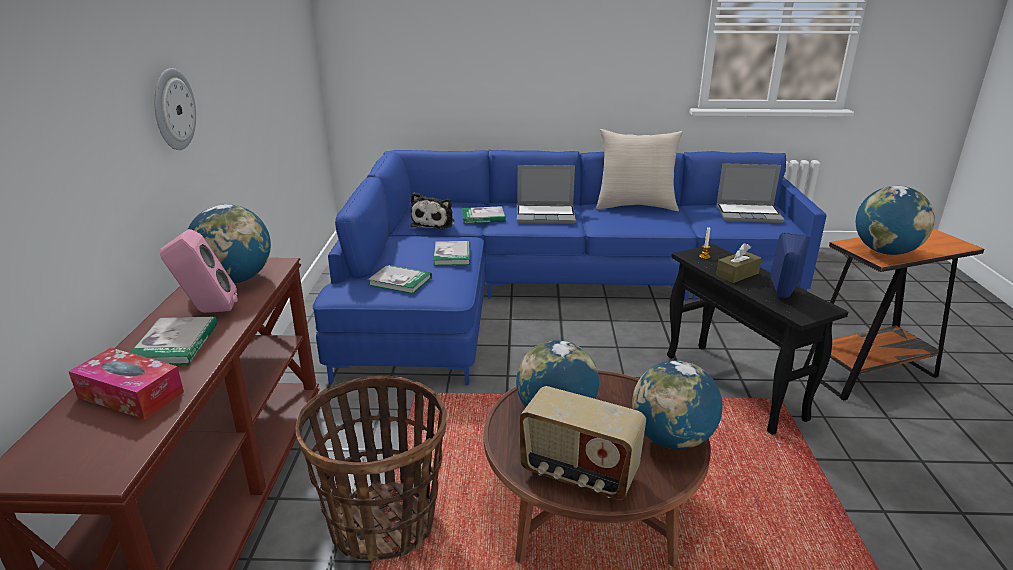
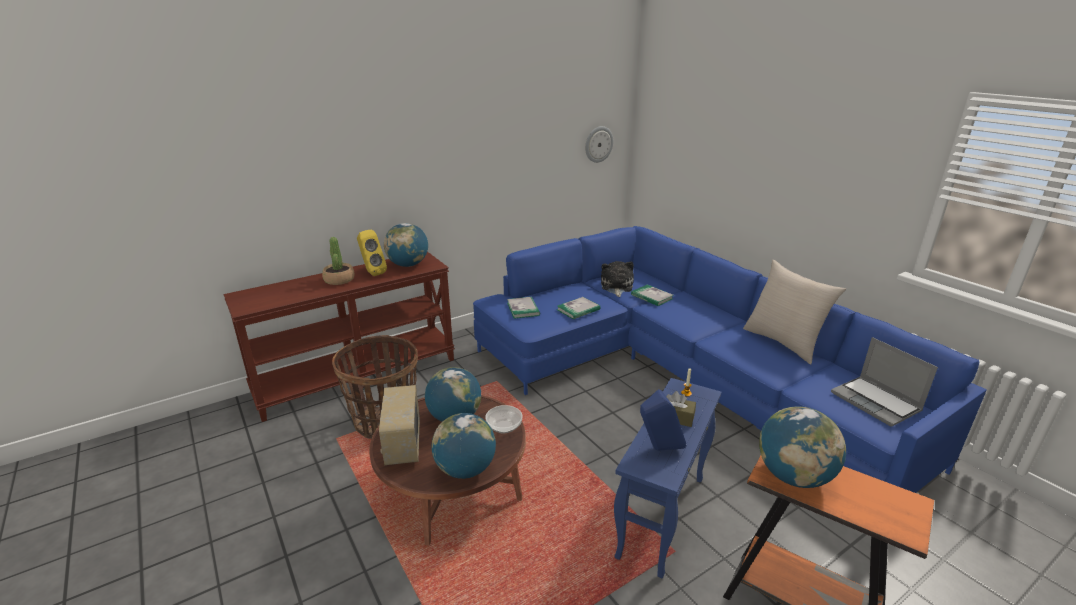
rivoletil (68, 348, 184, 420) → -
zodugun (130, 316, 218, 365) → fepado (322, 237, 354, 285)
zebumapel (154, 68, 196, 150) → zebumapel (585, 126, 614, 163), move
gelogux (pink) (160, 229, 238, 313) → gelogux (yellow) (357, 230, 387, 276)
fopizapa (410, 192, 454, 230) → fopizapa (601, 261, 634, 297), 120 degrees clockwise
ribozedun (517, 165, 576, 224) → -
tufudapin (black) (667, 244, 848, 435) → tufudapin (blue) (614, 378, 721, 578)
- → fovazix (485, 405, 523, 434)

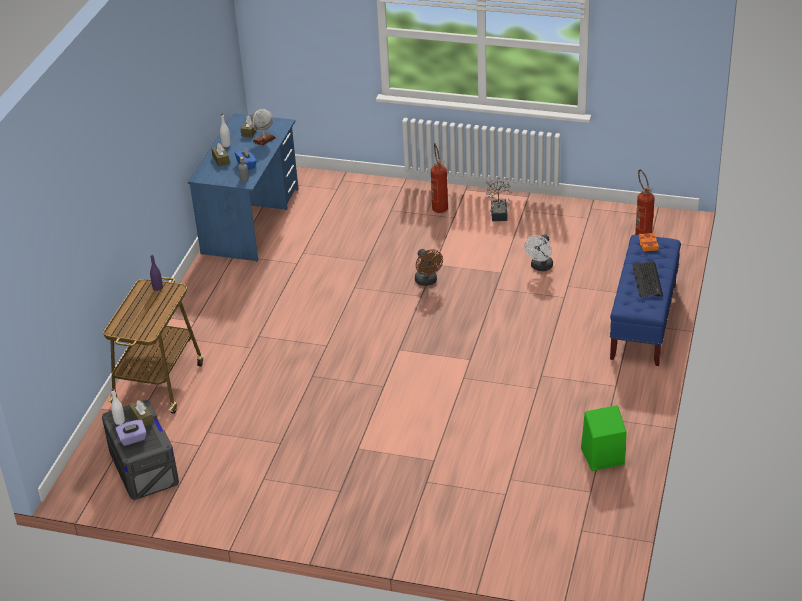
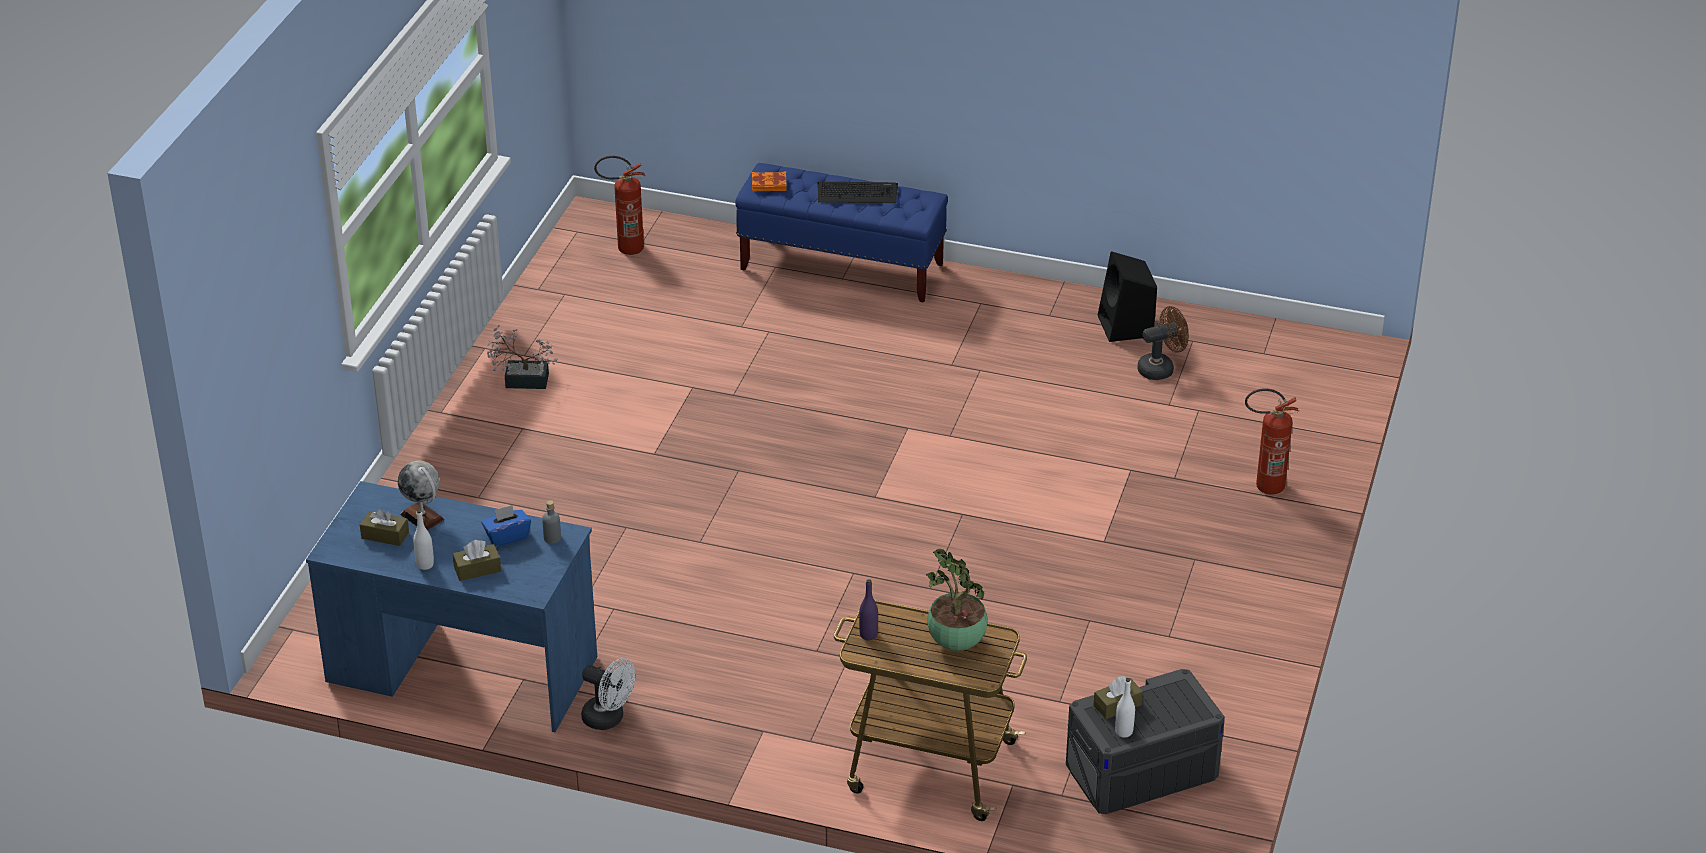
rivoletil (purple) (115, 420, 147, 446) → -
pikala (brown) (415, 249, 443, 286) → pikala (brown) (1138, 306, 1189, 380), move
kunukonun (431, 143, 448, 213) → kunukonun (1245, 388, 1299, 495), move
pikala (white) (524, 234, 553, 271) → pikala (white) (581, 658, 635, 730), move
gelogux (green) (581, 405, 627, 471) → gelogux (black) (1098, 251, 1157, 342)
- → fepado (926, 549, 988, 651)

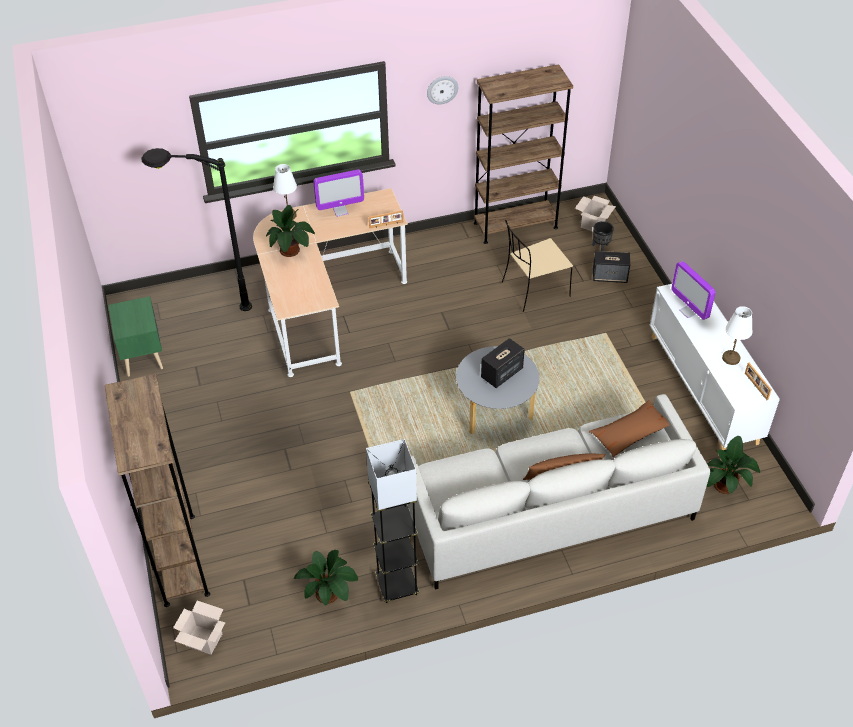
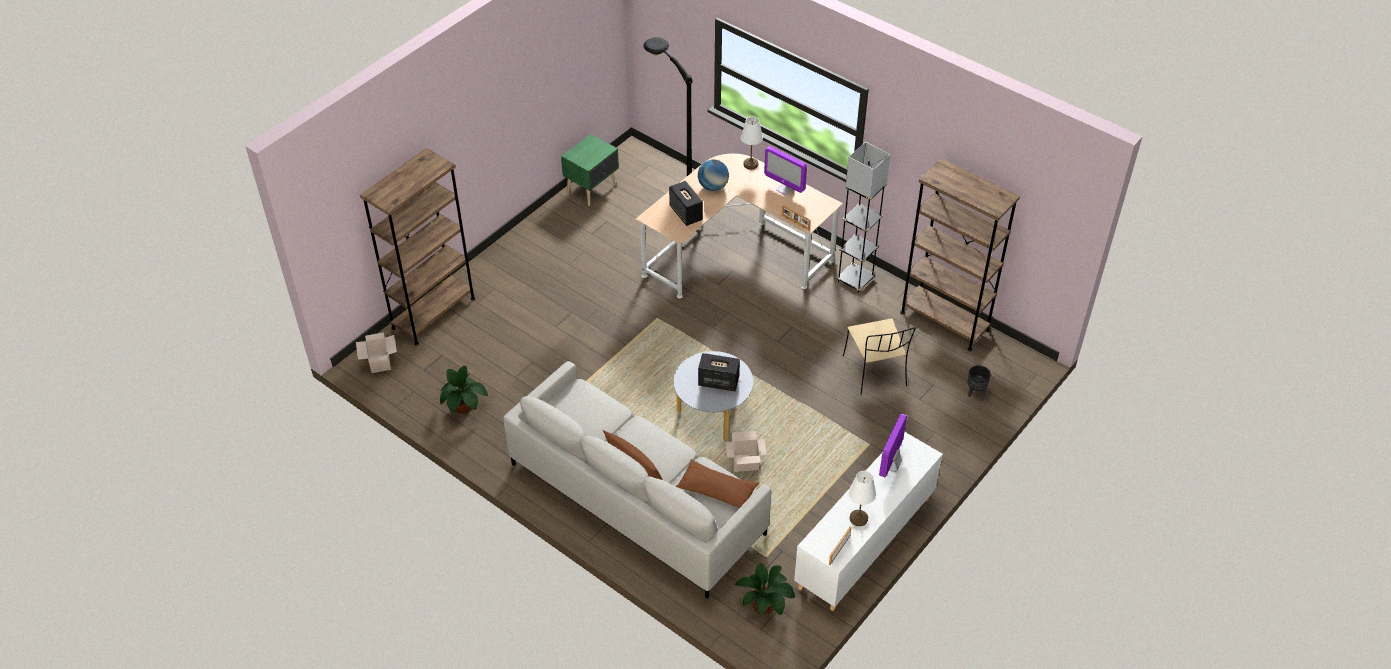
fepado (266, 205, 315, 257) → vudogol (698, 160, 729, 191)
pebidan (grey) (366, 439, 419, 603) → pebidan (grey) (836, 142, 891, 293), move
zebumapel (427, 76, 458, 105) → -
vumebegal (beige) (502, 220, 573, 312) → vumebegal (beige) (843, 318, 916, 395), 135 degrees counterclockwise
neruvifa (575, 196, 616, 232) → neruvifa (725, 431, 767, 472), move
gelogux (593, 251, 630, 283) → gelogux (669, 181, 703, 226), move

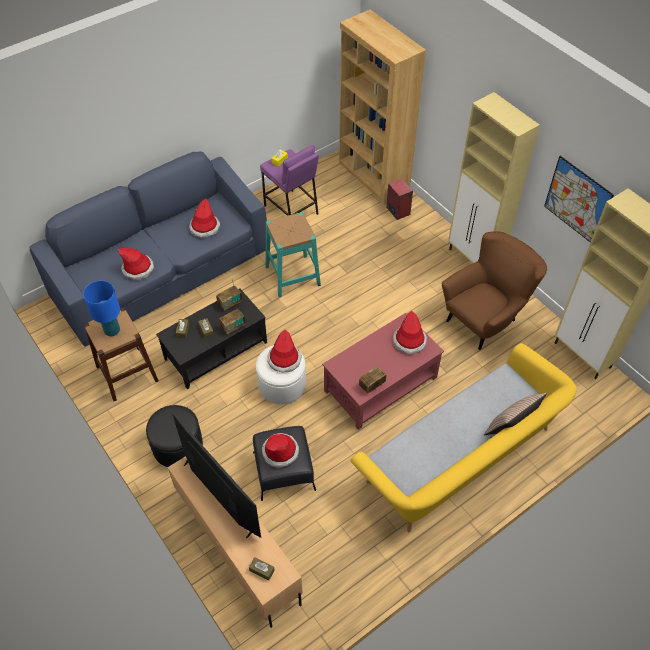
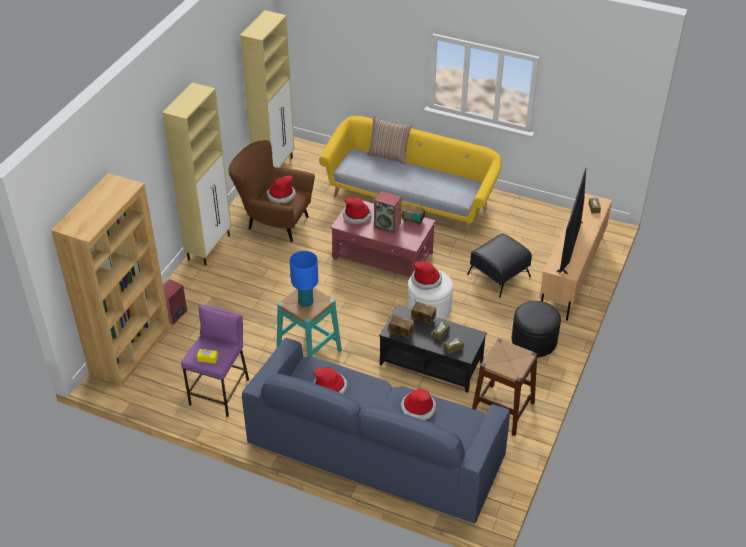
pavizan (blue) (83, 280, 120, 336) → pavizan (blue) (290, 251, 318, 307), move
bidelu (262, 433, 299, 468) → bidelu (267, 176, 296, 204), move
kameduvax (544, 156, 614, 242) → -
- → gelogux (374, 191, 402, 233)

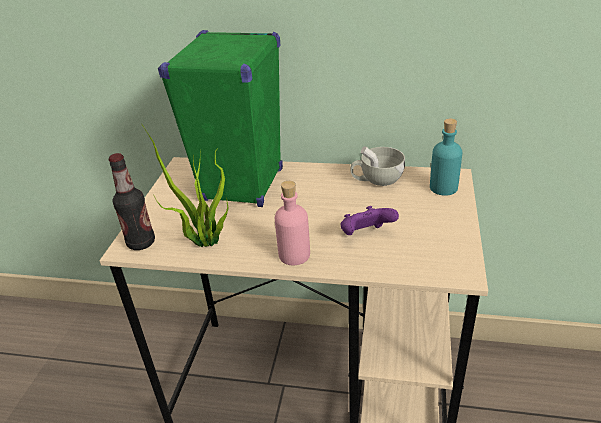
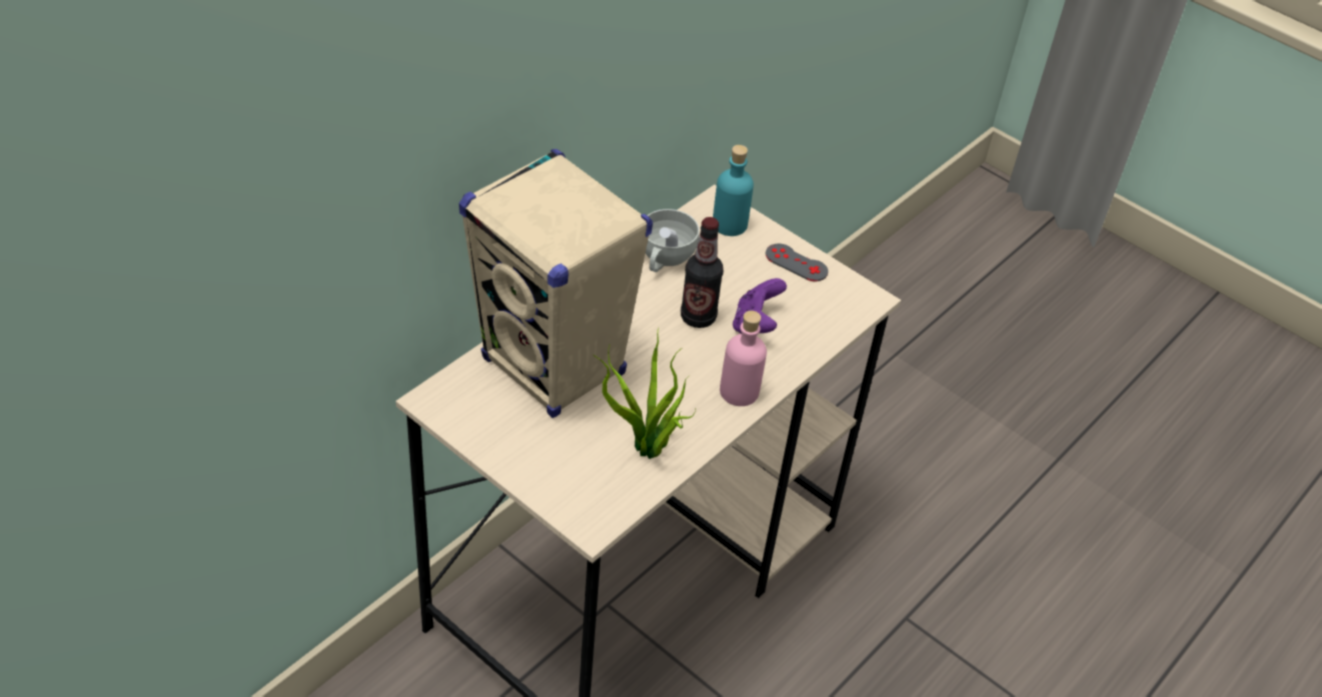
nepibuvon (109, 153, 155, 250) → nepibuvon (681, 217, 723, 328), move
gelogux (green) (158, 30, 283, 207) → gelogux (beige) (459, 149, 653, 418)
- → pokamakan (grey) (765, 244, 828, 281)

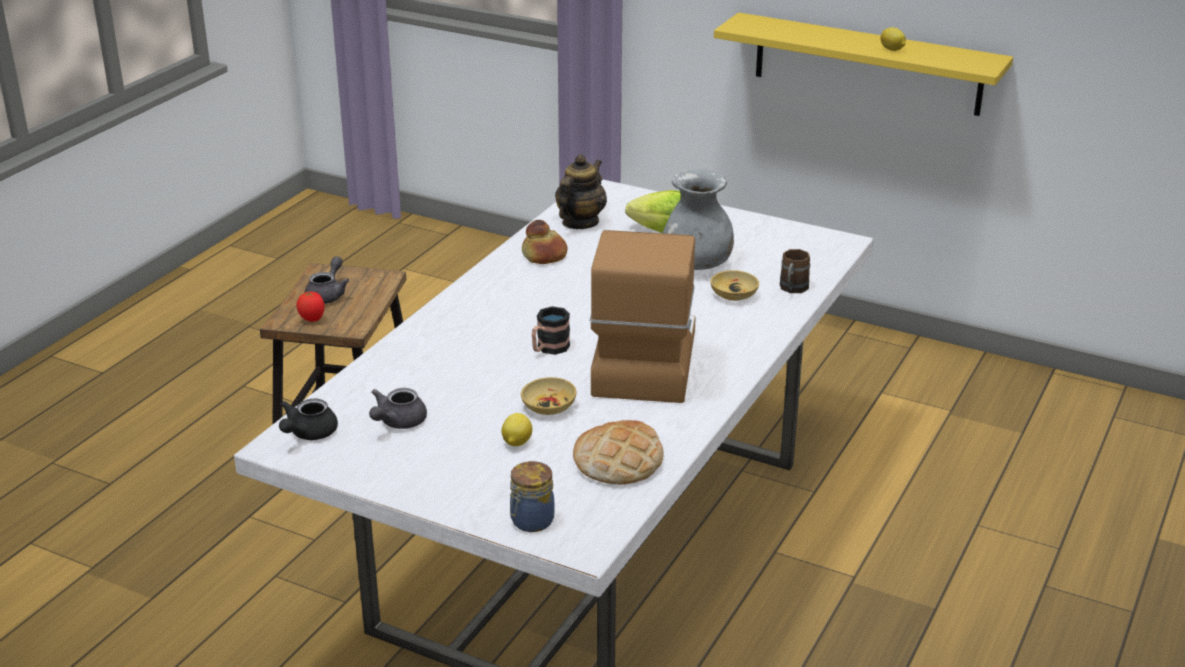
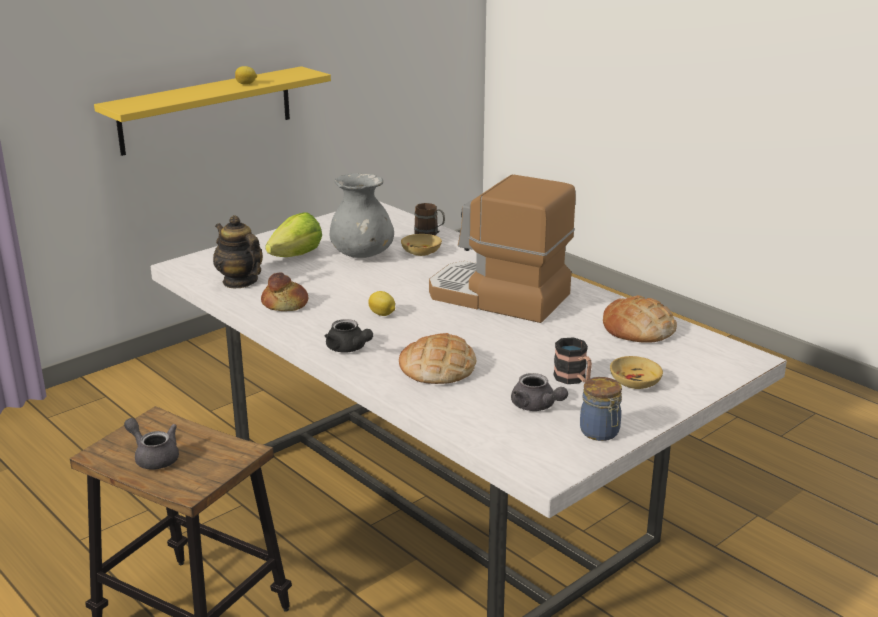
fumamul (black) (279, 398, 338, 440) → fumamul (black) (325, 319, 373, 353), move
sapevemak (296, 292, 325, 322) → -
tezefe (501, 413, 532, 446) → tezefe (368, 291, 395, 316), move
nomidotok (510, 461, 554, 532) → nomidotok (580, 377, 622, 441), move
fovazix (beige) (521, 377, 576, 415) → fovazix (beige) (610, 356, 663, 389), move
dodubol (532, 306, 570, 355) → dodubol (553, 337, 592, 384), move
- → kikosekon (399, 333, 476, 384)

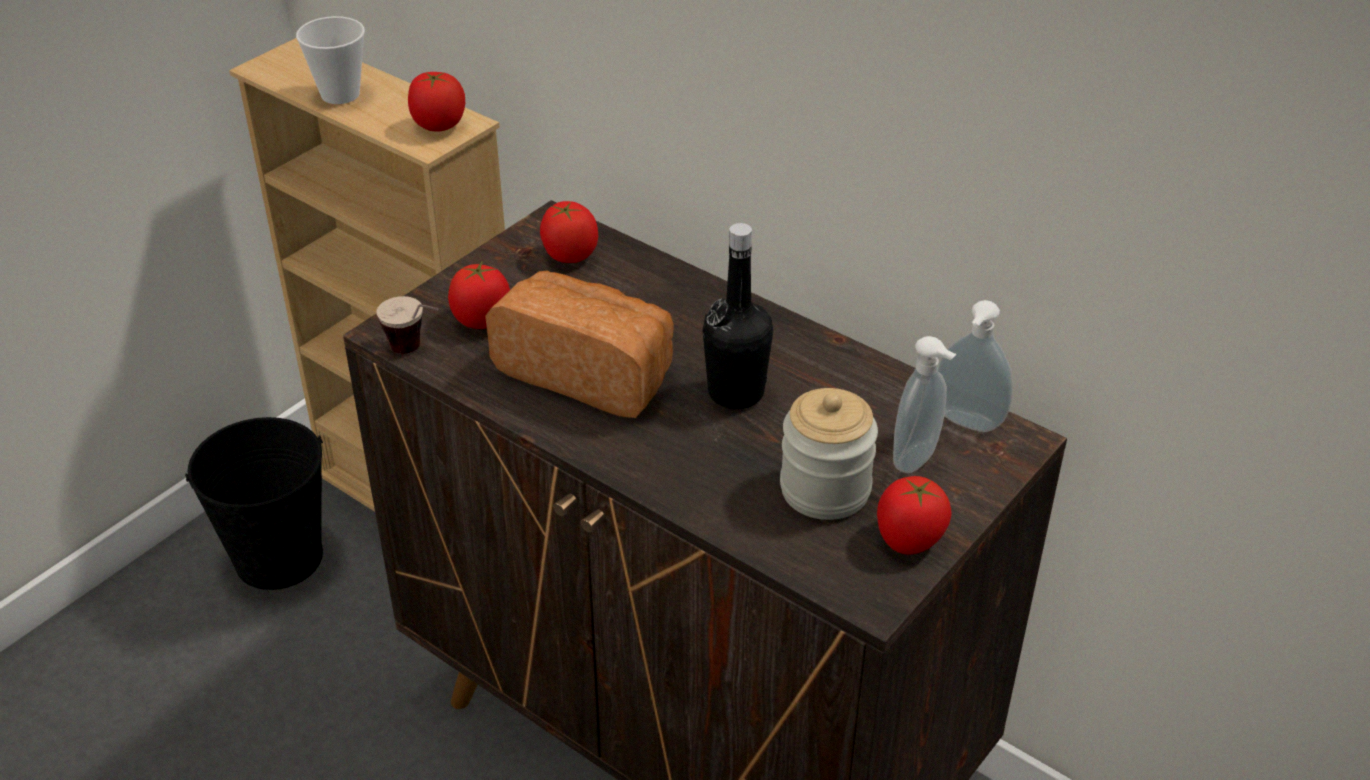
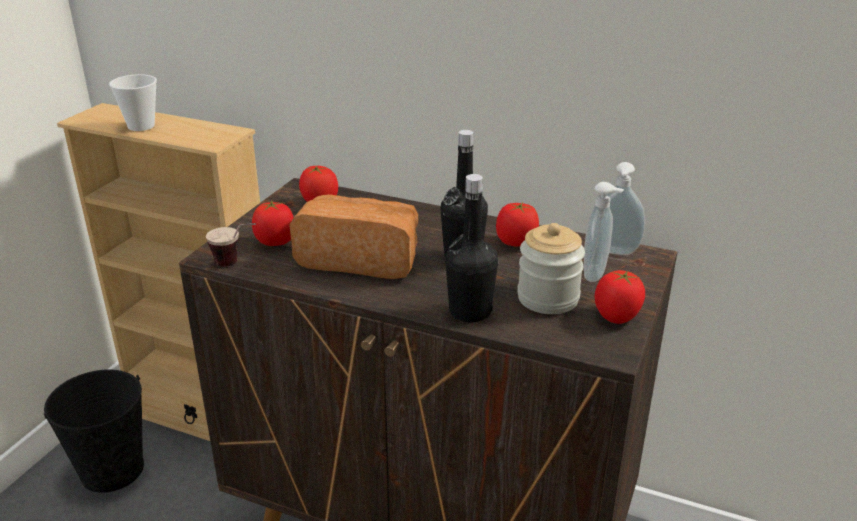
sapevemak (408, 72, 465, 131) → sapevemak (496, 202, 539, 246), move
- → nepibuvon (black) (445, 174, 498, 322)

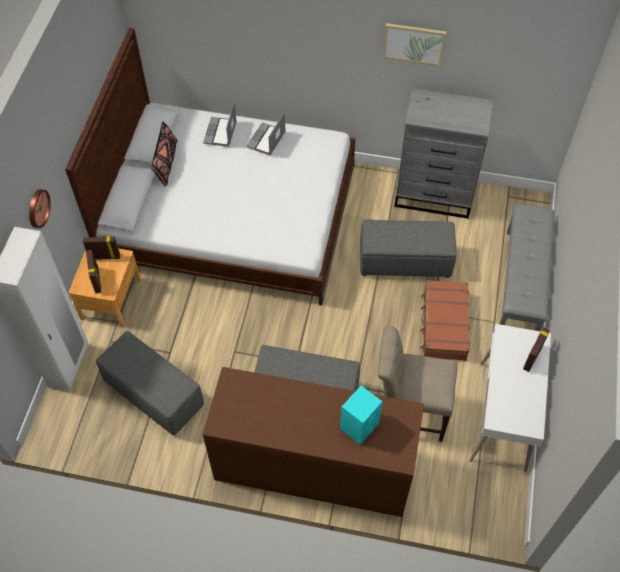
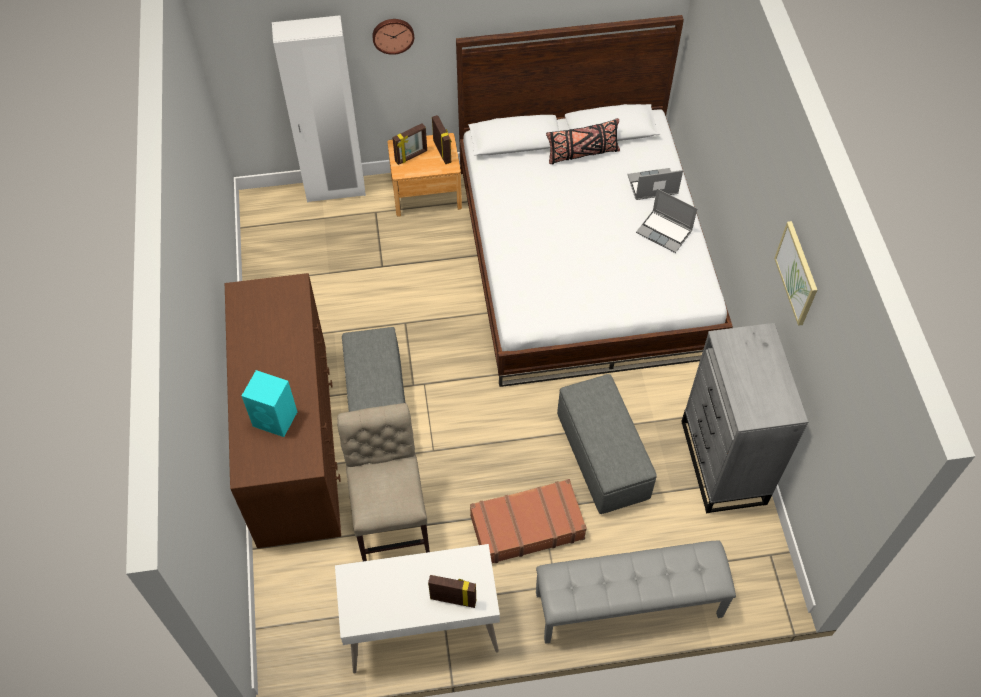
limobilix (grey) (96, 331, 204, 435) → -
ribozedun (246, 112, 286, 156) → ribozedun (636, 188, 698, 253), 150 degrees counterclockwise

